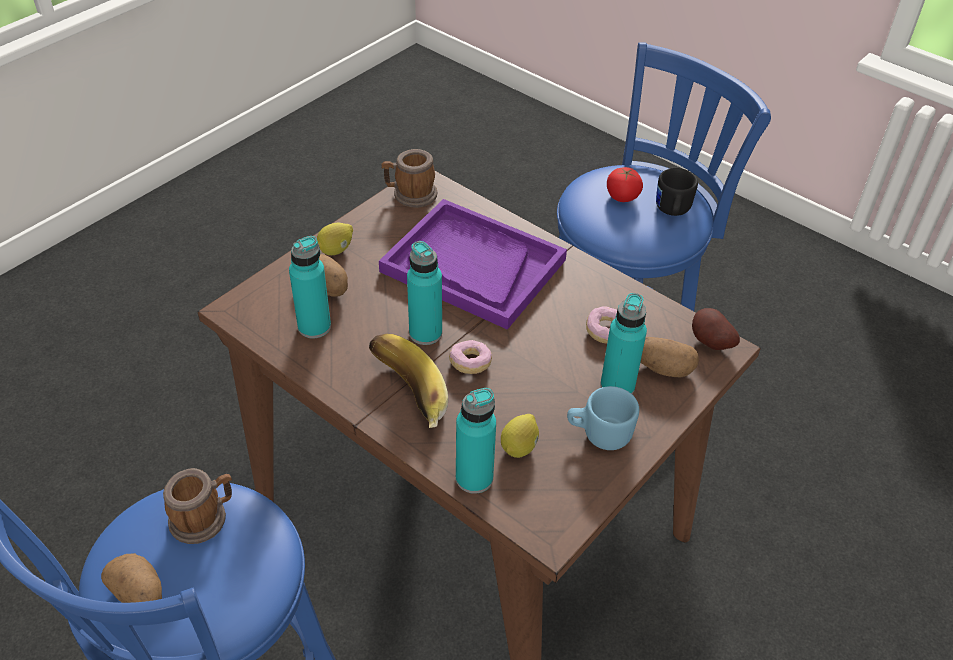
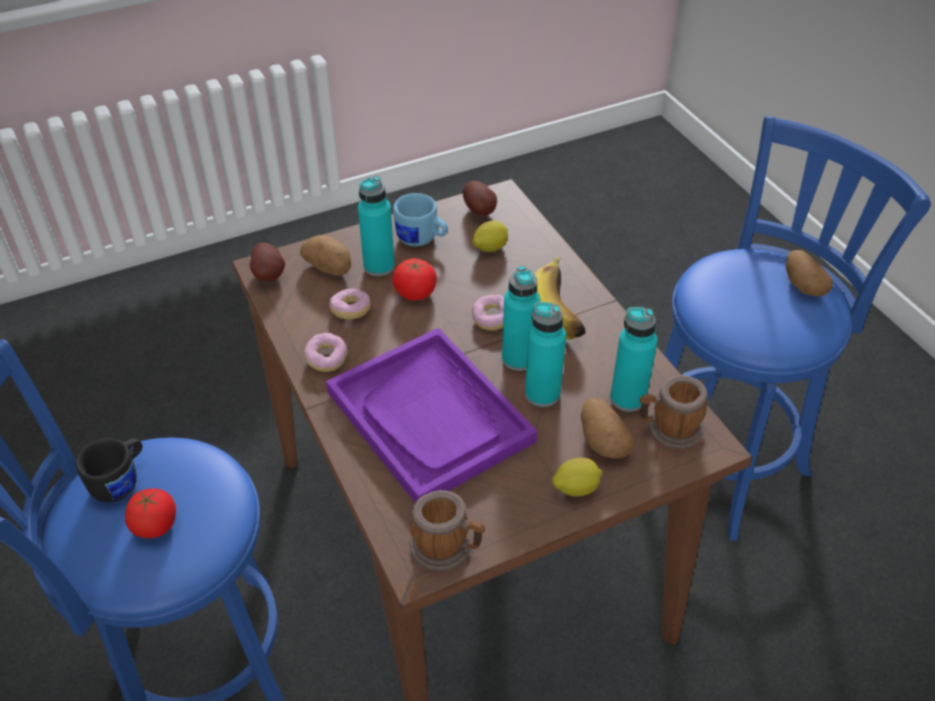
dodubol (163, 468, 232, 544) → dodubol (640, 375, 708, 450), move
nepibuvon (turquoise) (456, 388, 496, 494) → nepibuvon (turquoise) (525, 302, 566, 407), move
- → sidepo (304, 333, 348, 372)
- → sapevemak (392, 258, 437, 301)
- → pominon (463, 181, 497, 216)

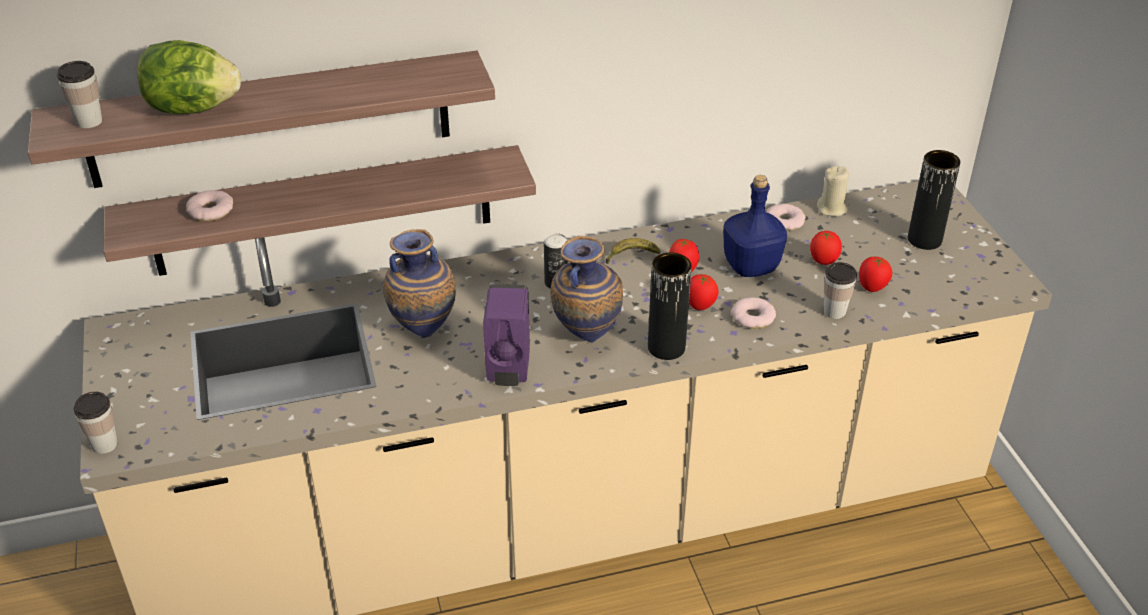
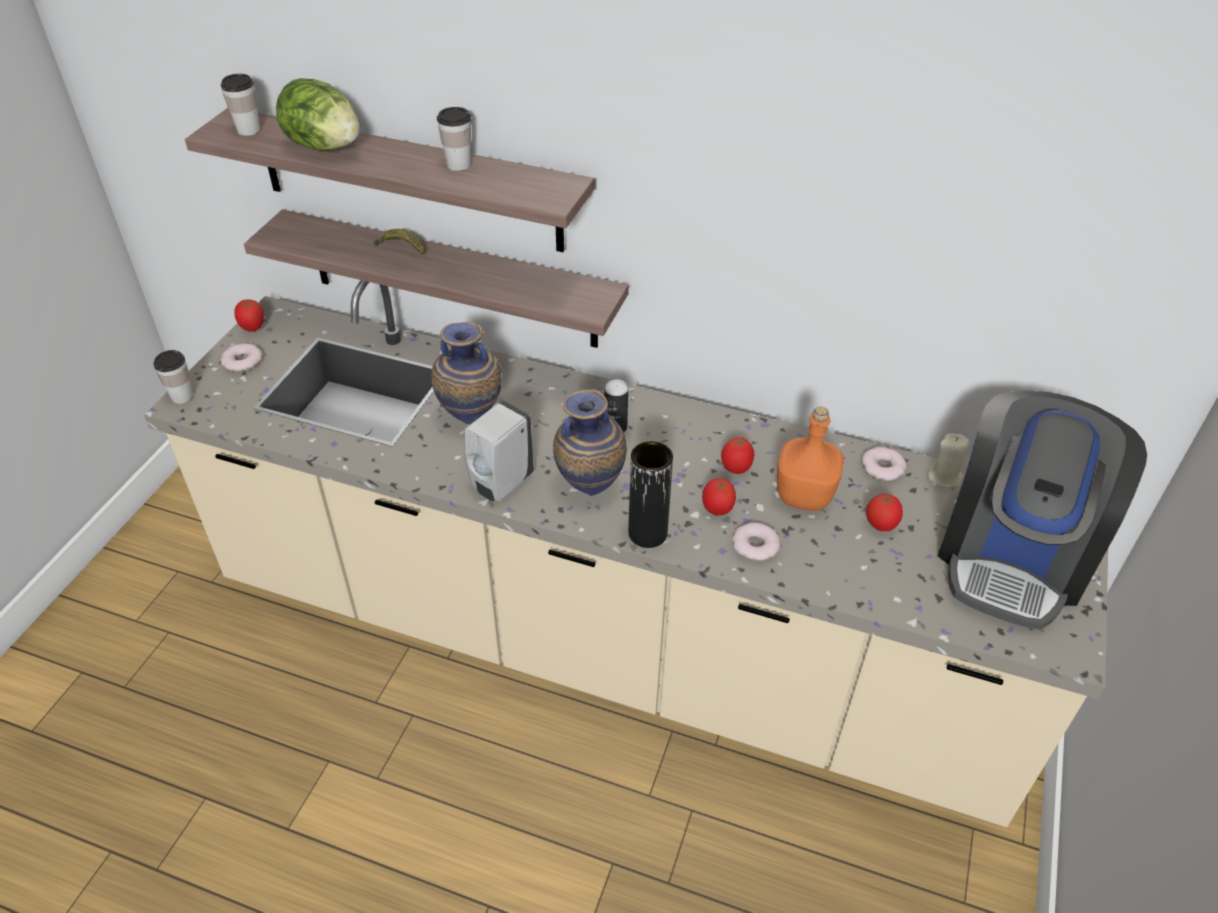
sidepo (186, 190, 233, 221) → sidepo (221, 343, 262, 372), move
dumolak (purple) (483, 284, 530, 386) → dumolak (white) (464, 401, 534, 502)
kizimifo (606, 238, 661, 264) → kizimifo (374, 229, 424, 255), move
nepibuvon (blue) (723, 175, 787, 277) → nepibuvon (orange) (777, 407, 844, 511)
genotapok (824, 262, 857, 319) → genotapok (437, 107, 471, 171), move
sapevemak (859, 257, 892, 292) → sapevemak (234, 299, 264, 332), move
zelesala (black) (908, 150, 960, 250) → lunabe (938, 391, 1147, 629)

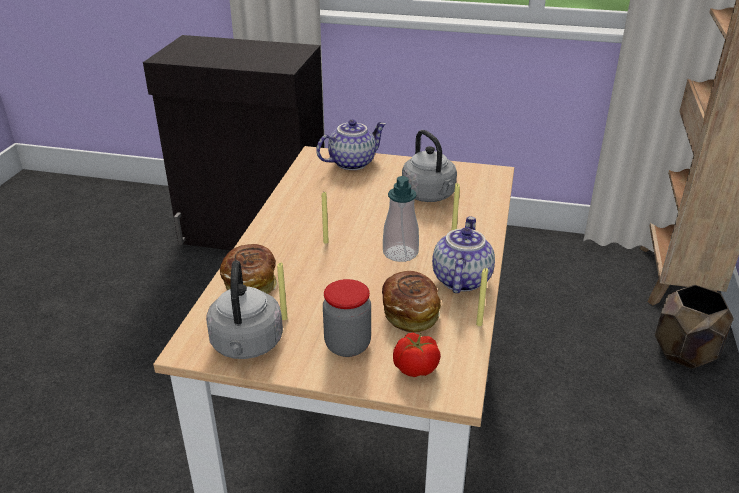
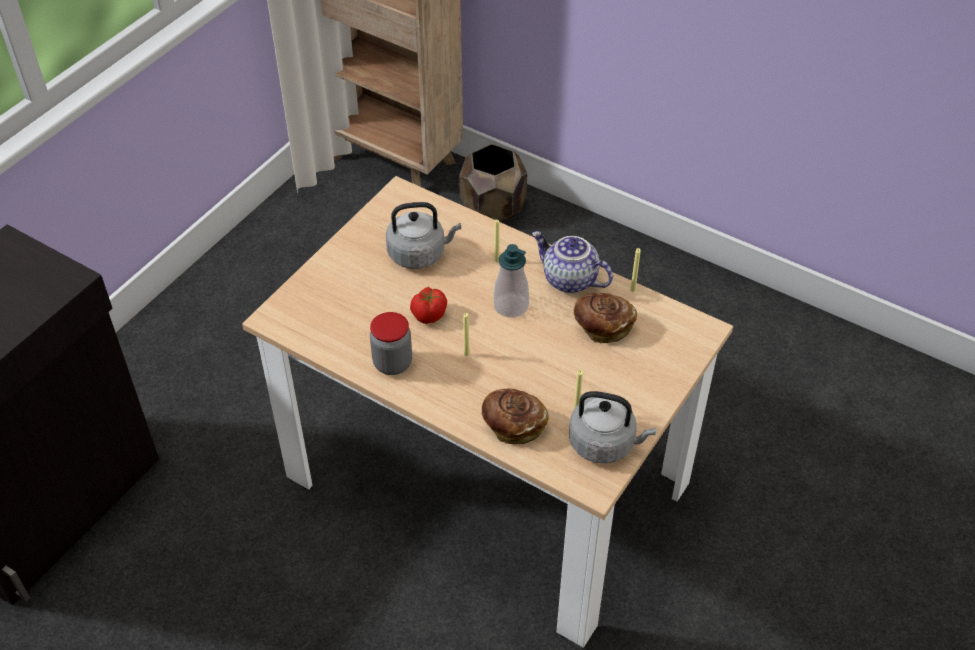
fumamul (316, 120, 386, 170) → -
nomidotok (323, 279, 371, 357) → nomidotok (370, 312, 412, 375), move
sapevemak (393, 333, 441, 377) → sapevemak (410, 287, 447, 324), move

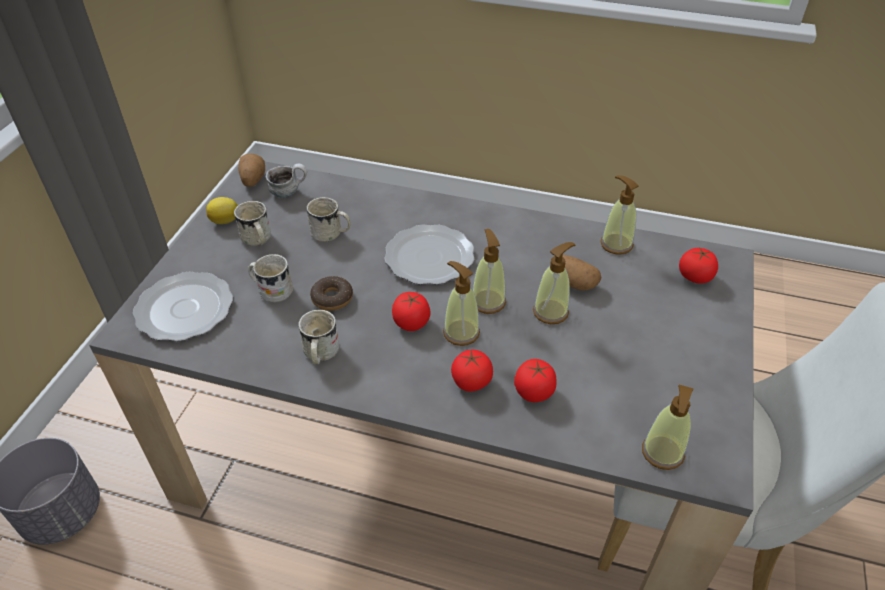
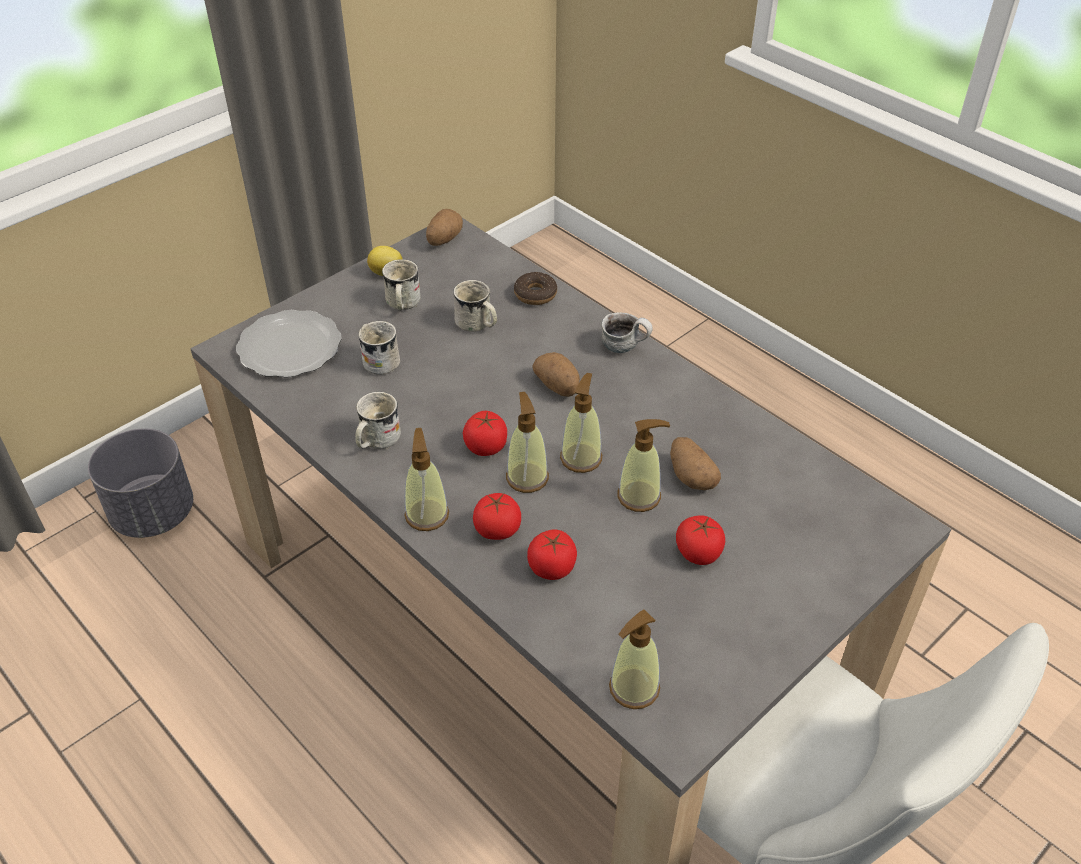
dodubol (265, 163, 307, 198) → dodubol (601, 312, 653, 353), move
sidepo (310, 276, 353, 311) → sidepo (514, 272, 557, 305), move
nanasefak (384, 224, 474, 285) → pominon (533, 352, 580, 397)
dumolak (600, 175, 639, 254) → dumolak (404, 428, 449, 531), move
sapevemak (679, 247, 718, 284) → sapevemak (676, 516, 725, 565), move

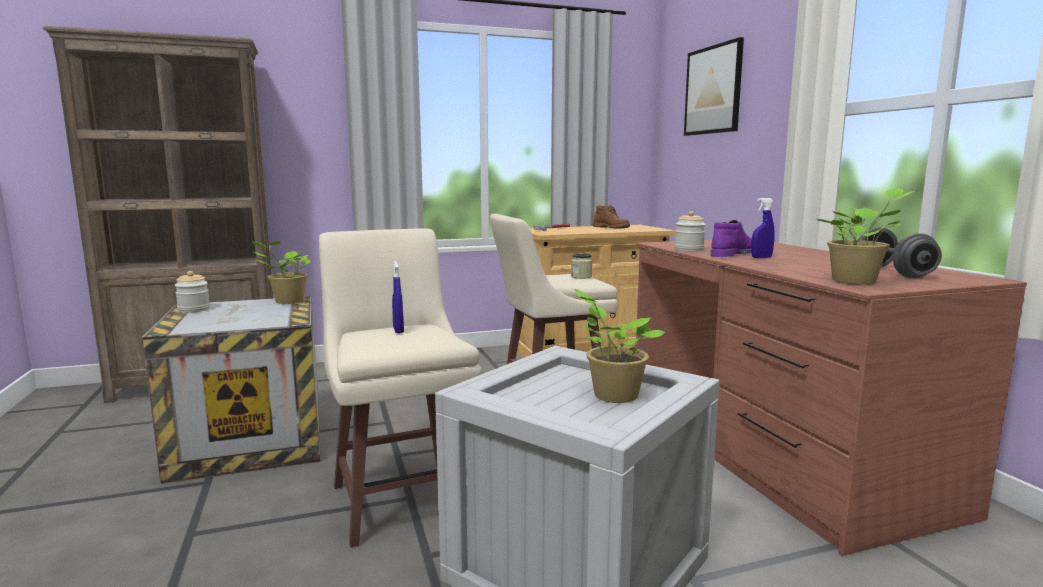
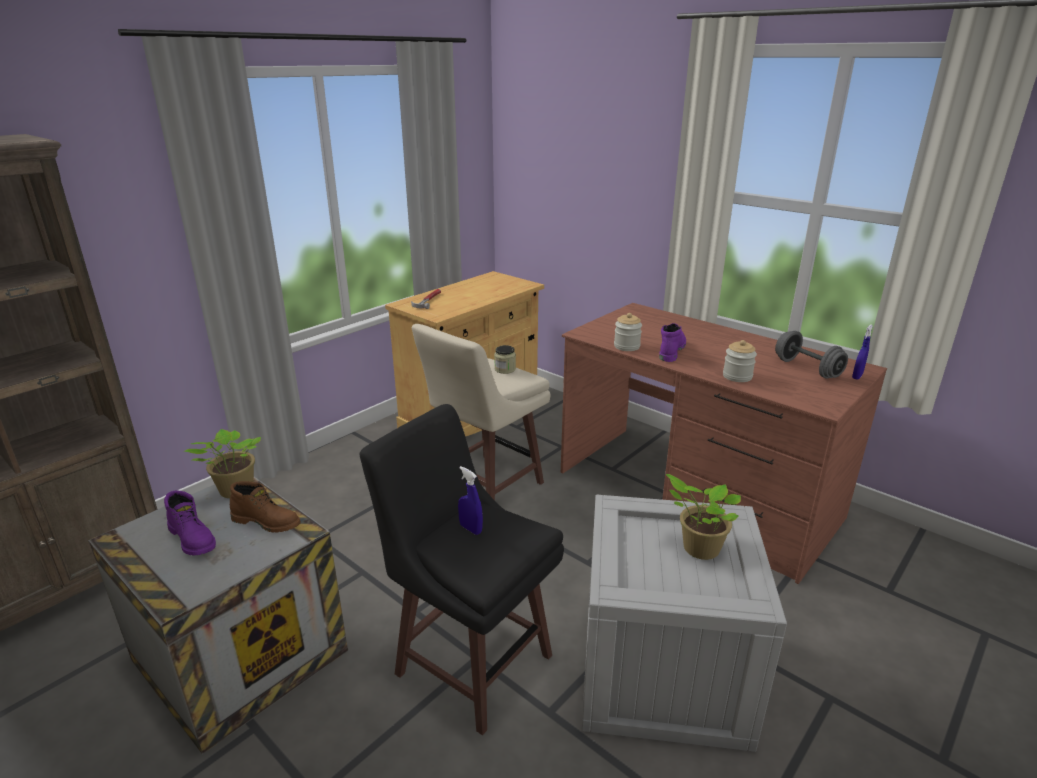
nomidotok (175, 271, 210, 313) → nomidotok (723, 340, 757, 382), move
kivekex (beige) (319, 228, 482, 548) → kivekex (black) (360, 404, 564, 735)
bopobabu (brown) (593, 205, 630, 228) → bopobabu (brown) (230, 481, 301, 533), move
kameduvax (684, 37, 744, 136) → -
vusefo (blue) (751, 198, 775, 258) → vusefo (blue) (852, 324, 873, 380), move
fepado (816, 188, 918, 285) → -
- → bopobabu (purple) (164, 490, 216, 556)

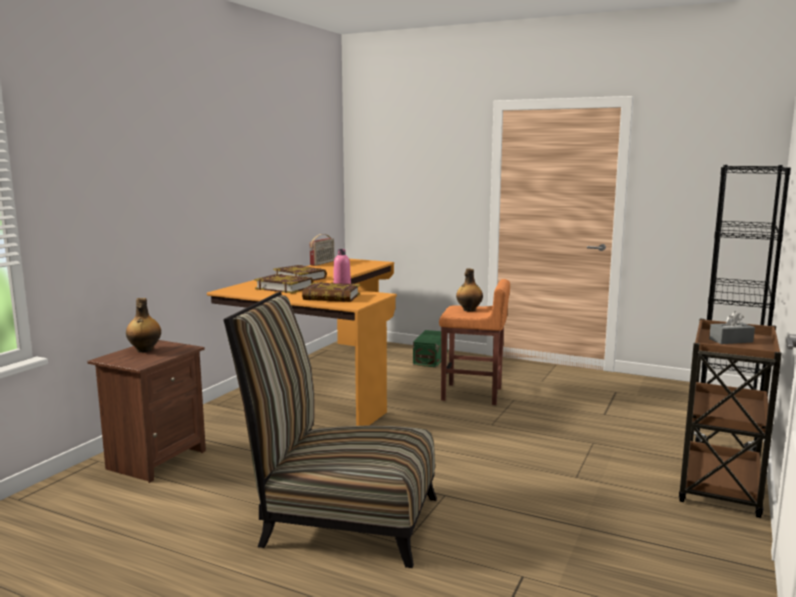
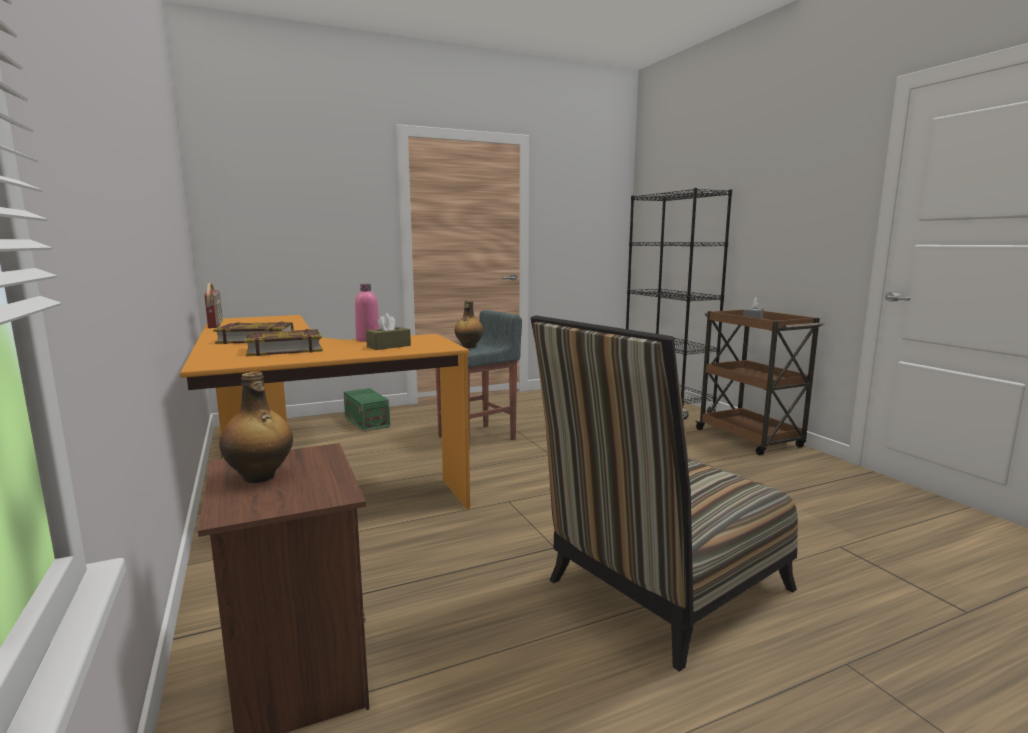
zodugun (302, 282, 360, 302) → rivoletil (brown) (366, 313, 411, 350)
kivekex (orange) (439, 279, 510, 405) → kivekex (grey) (435, 310, 522, 451)

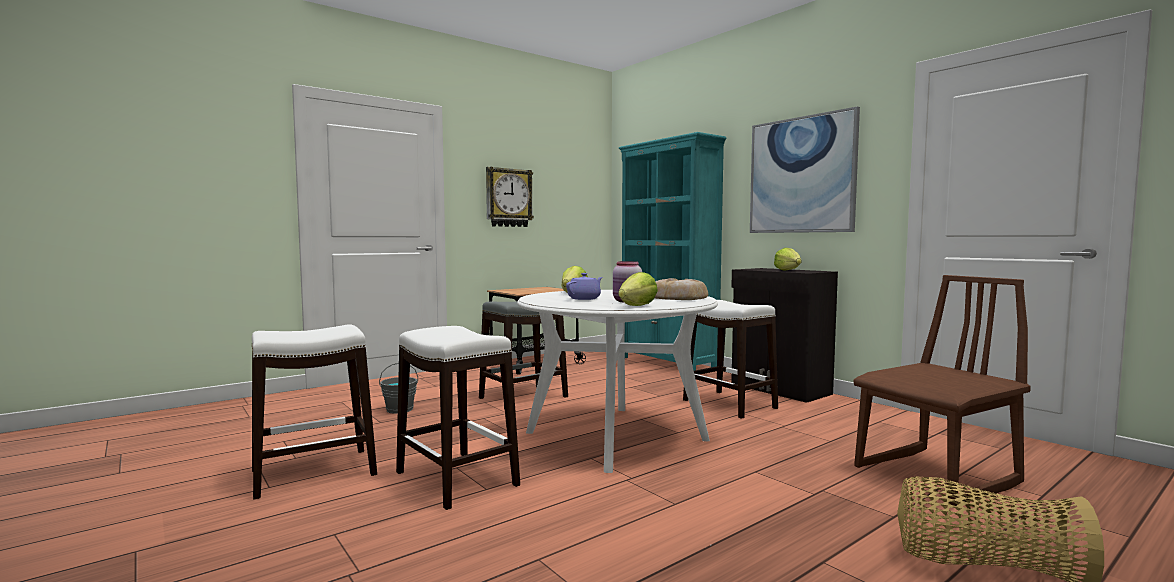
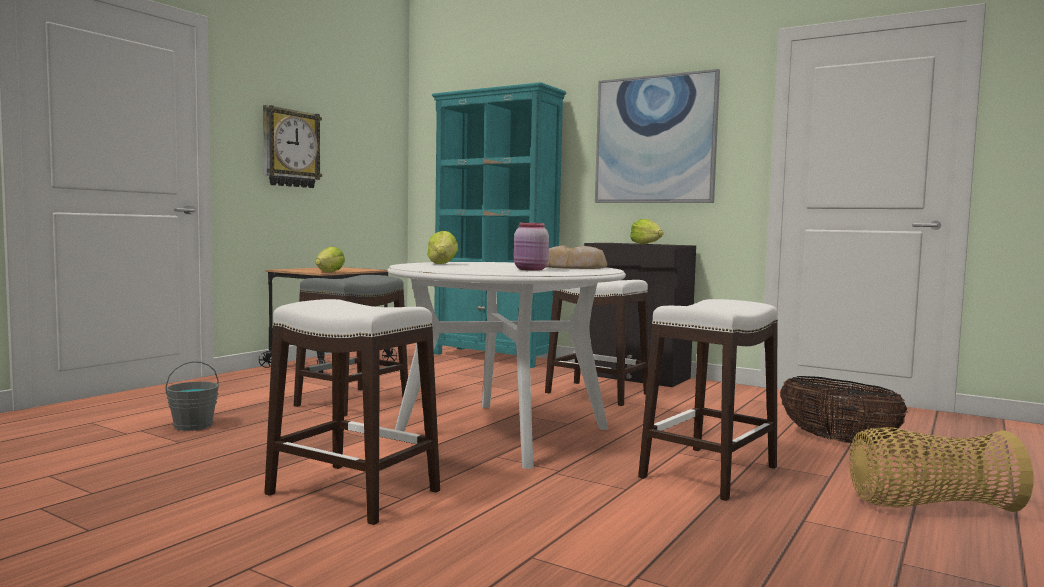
kivekex (white) (252, 324, 377, 499) → kivekex (white) (638, 299, 778, 501), move
fumamul (purple) (566, 273, 603, 300) → -
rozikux (619, 272, 658, 306) → rozikux (315, 247, 345, 272), move
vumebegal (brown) (853, 275, 1031, 506) → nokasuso (780, 376, 908, 444)

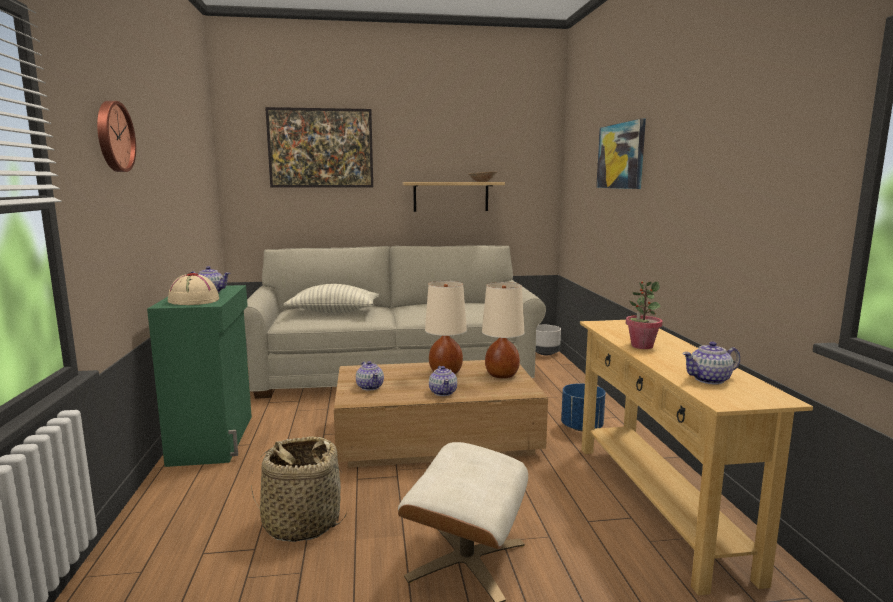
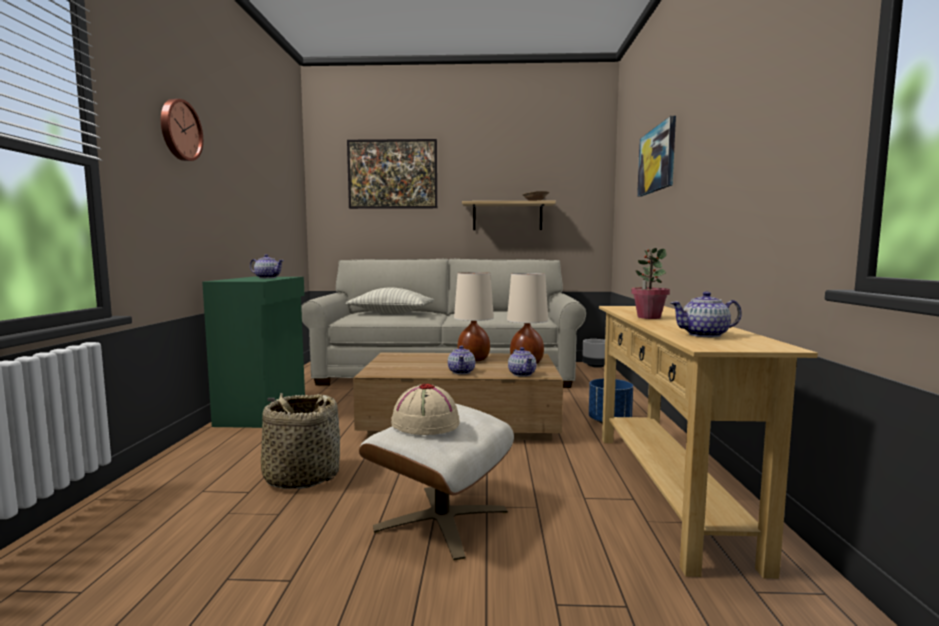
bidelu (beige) (168, 273, 219, 305) → bidelu (beige) (391, 384, 460, 435), move
fumamul (356, 361, 384, 391) → fumamul (508, 347, 536, 377), move

